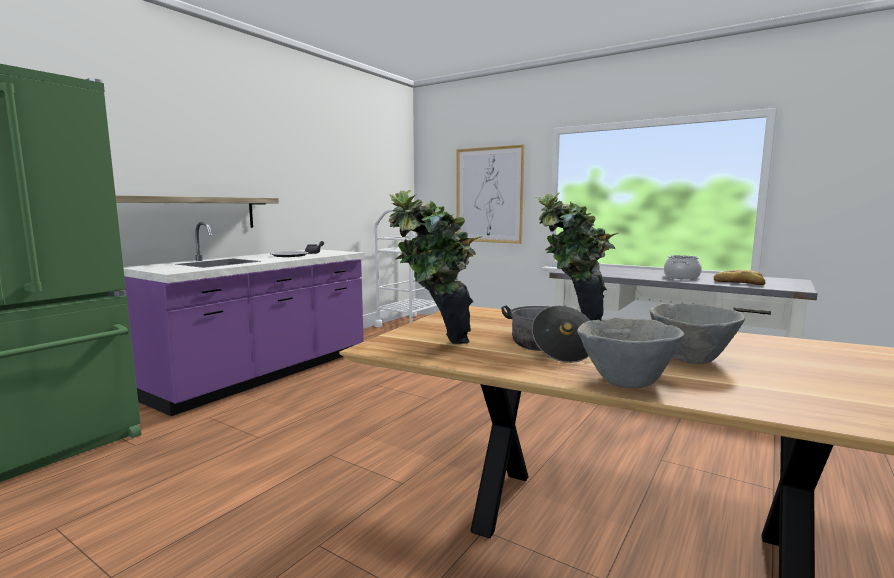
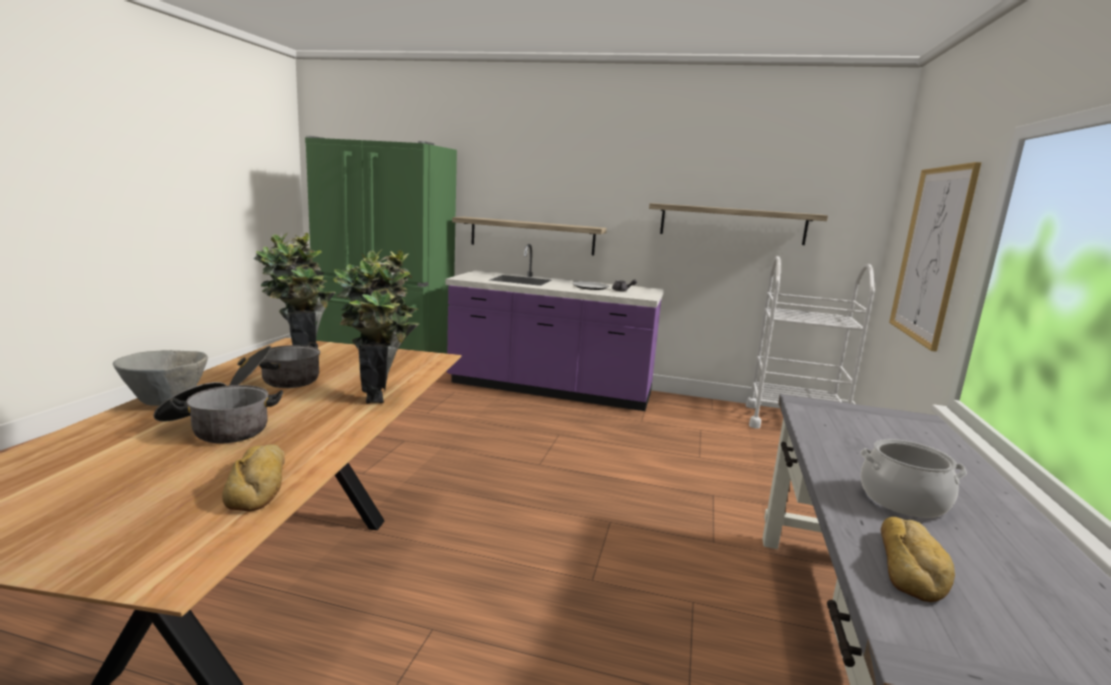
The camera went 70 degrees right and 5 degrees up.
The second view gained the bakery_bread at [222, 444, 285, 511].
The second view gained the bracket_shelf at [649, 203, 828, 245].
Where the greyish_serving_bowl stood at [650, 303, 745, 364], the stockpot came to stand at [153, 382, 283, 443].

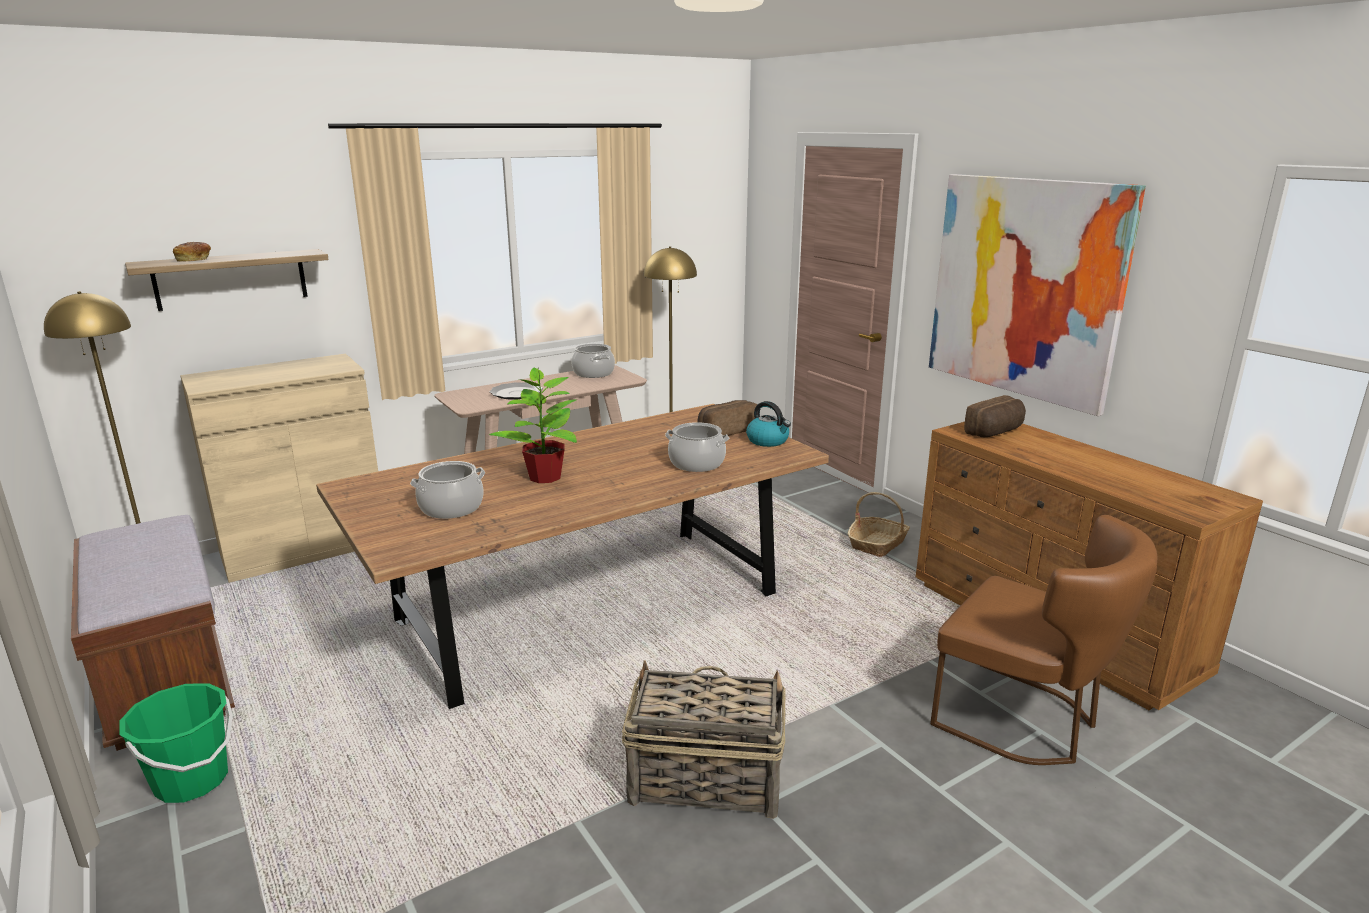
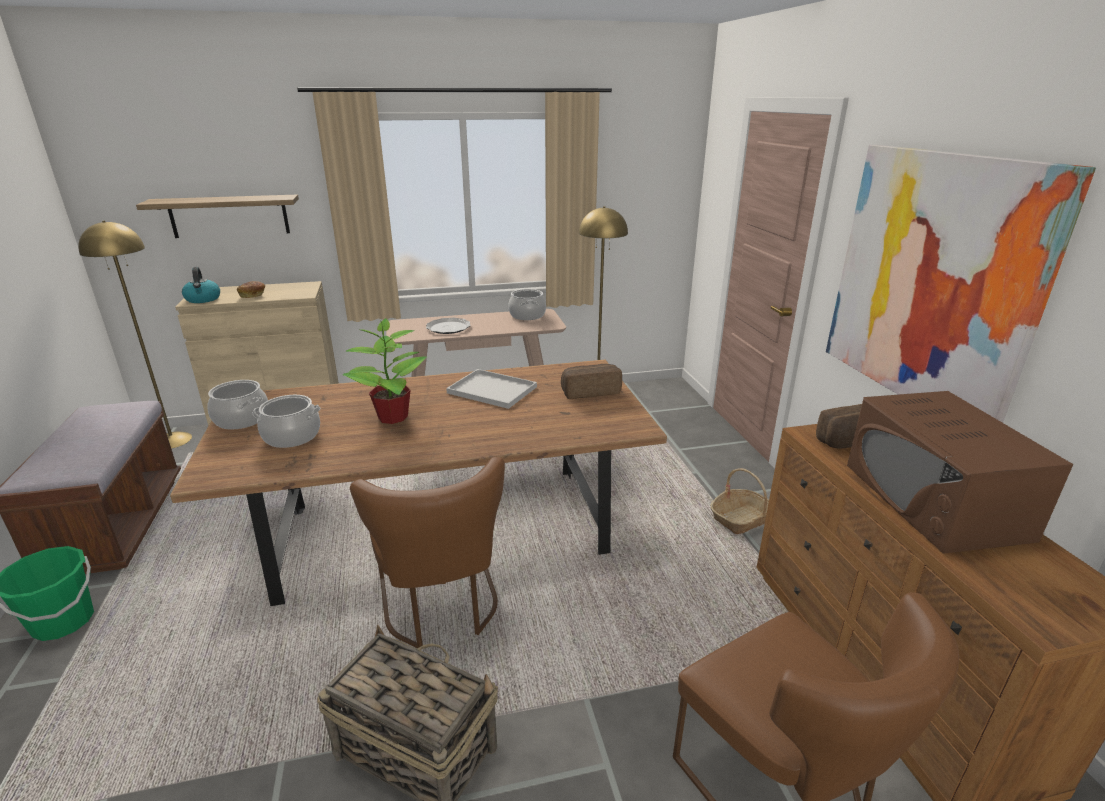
The camera went 20 degrees right and 5 degrees up.
The second view gained the brownish_chair at [350, 457, 505, 648].
The second view gained the white_tray at [446, 369, 537, 409].
The second view gained the brownish_microwave_oven at [847, 391, 1073, 554].
The bakery_bread ended up elsewhere, having gone from [173, 242, 211, 262] to [237, 281, 265, 298].
The stockpot ended up elsewhere, having gone from [665, 422, 729, 472] to [207, 380, 268, 430].
The kettle ended up elsewhere, having gone from [746, 401, 791, 447] to [182, 267, 220, 303].

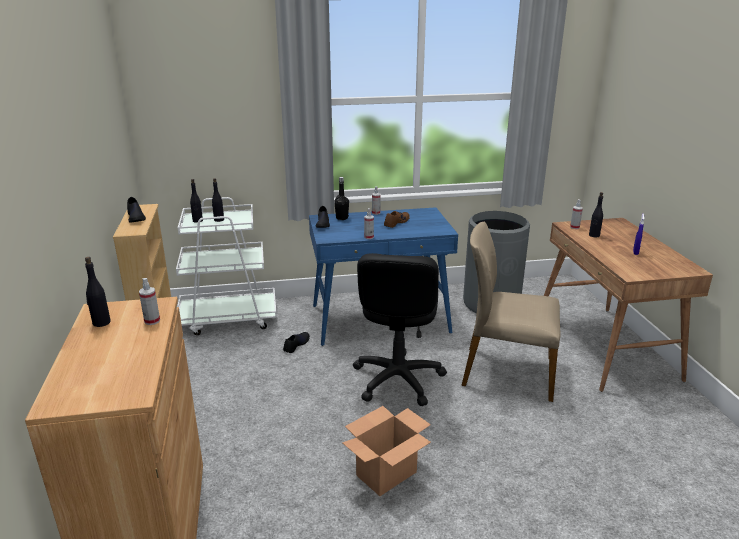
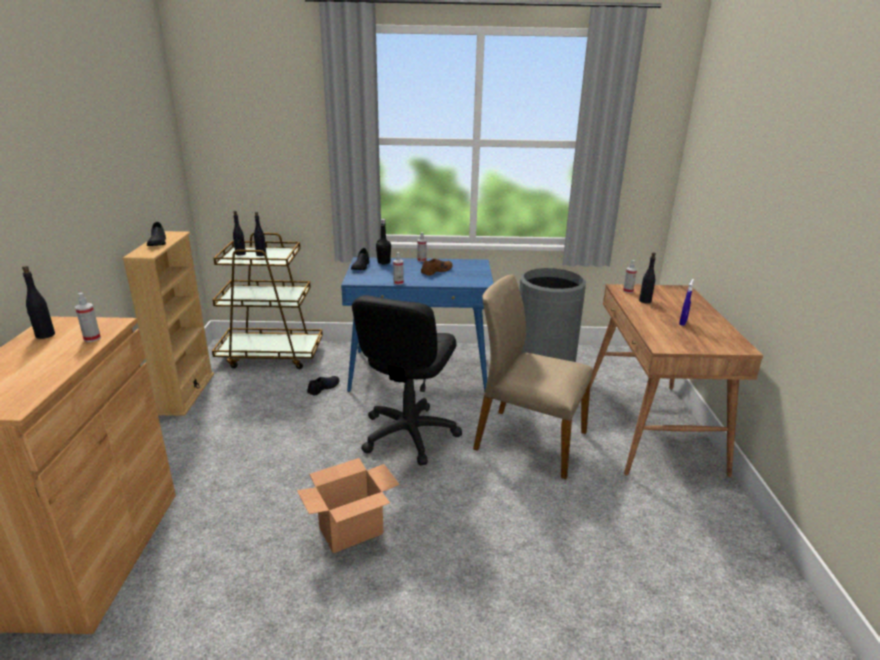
The camera went 10 degrees right and 0 degrees up.
What was the white_cart at [176, 197, 277, 335] turned into the brownish_cart at [212, 233, 323, 369].

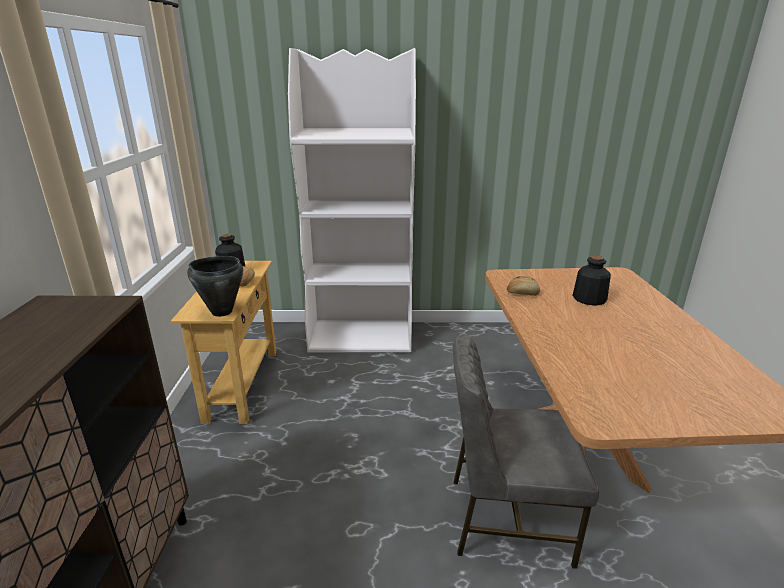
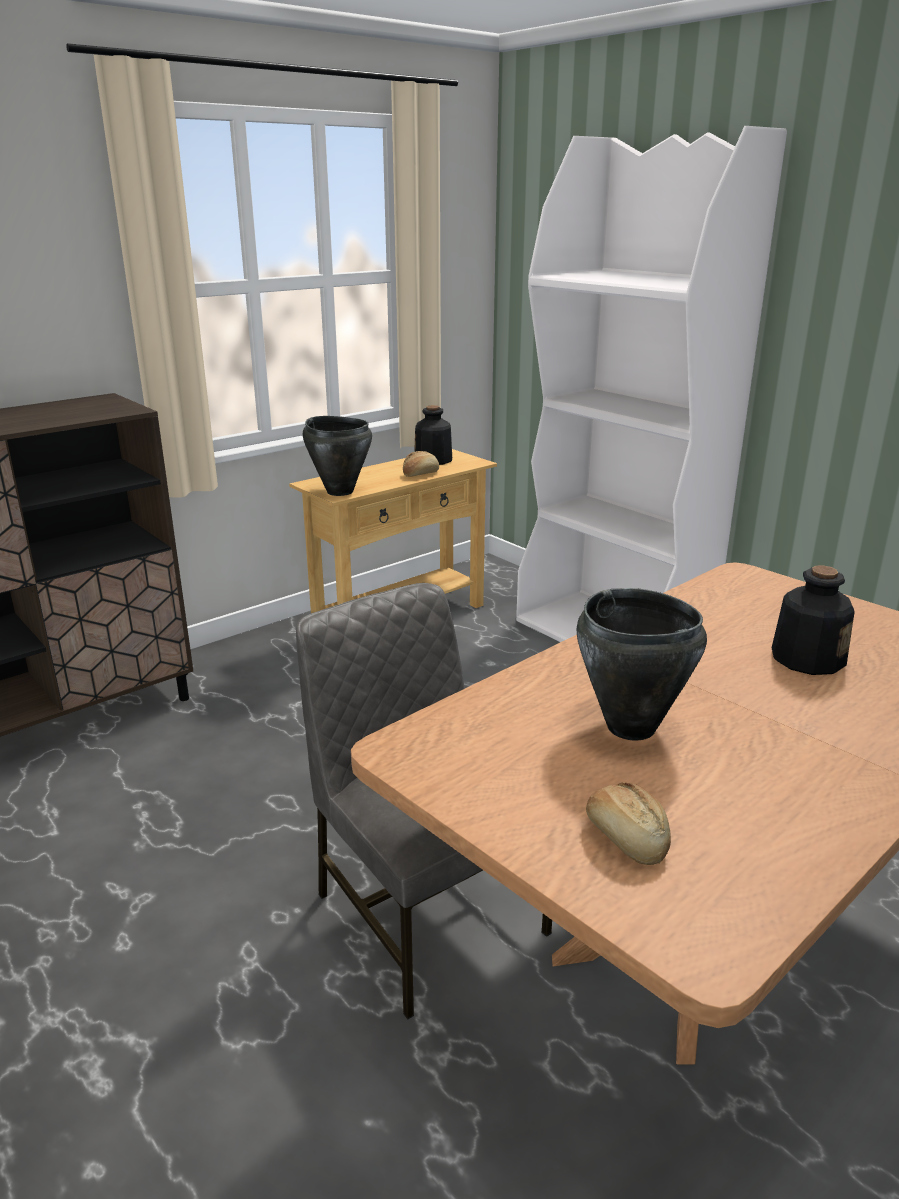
The camera went 50 degrees right and 0 degrees up.
The second view gained the blackish_stockpot at [577, 588, 707, 740].
The bakery_bread ended up elsewhere, having gone from [507, 276, 540, 296] to [586, 782, 671, 865].

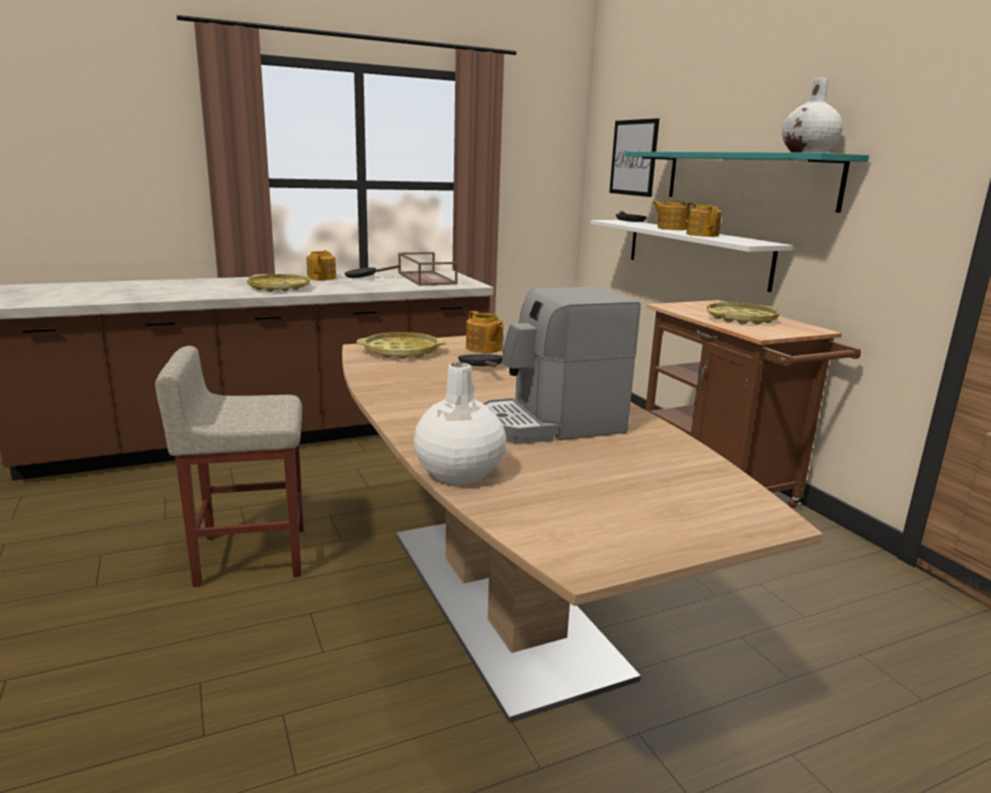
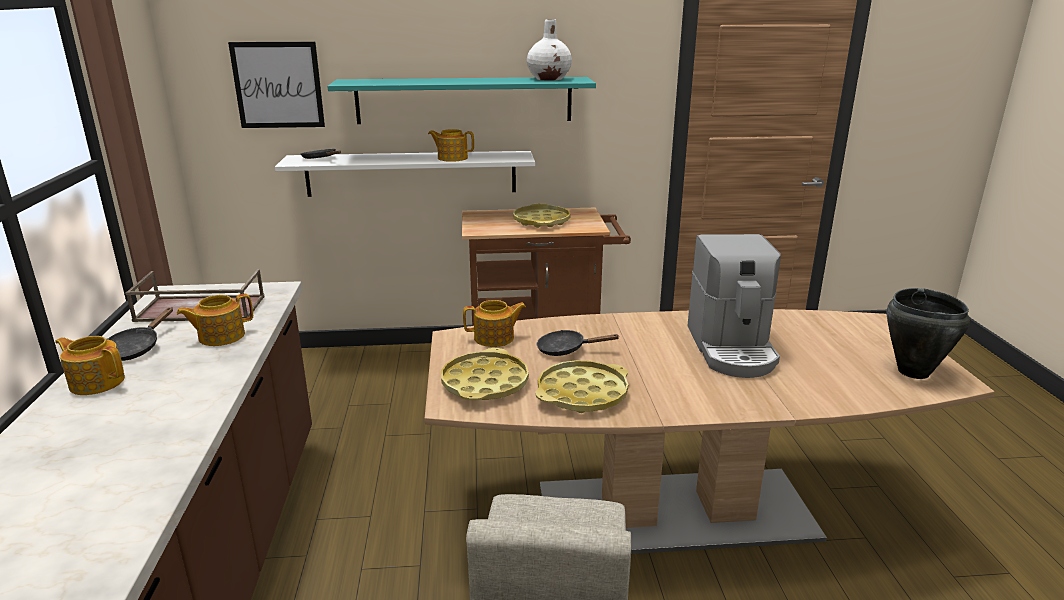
The camera went 70 degrees left and 5 degrees up.
The second view lost the white_decorative_vase at [414, 362, 506, 484].
The second view gained the blackish_stockpot at [887, 288, 970, 379].
The yellowish_tray ended up elsewhere, having gone from [247, 274, 310, 292] to [535, 360, 628, 413].
The pot_for_tea ended up elsewhere, having gone from [652, 201, 696, 230] to [176, 294, 253, 346].

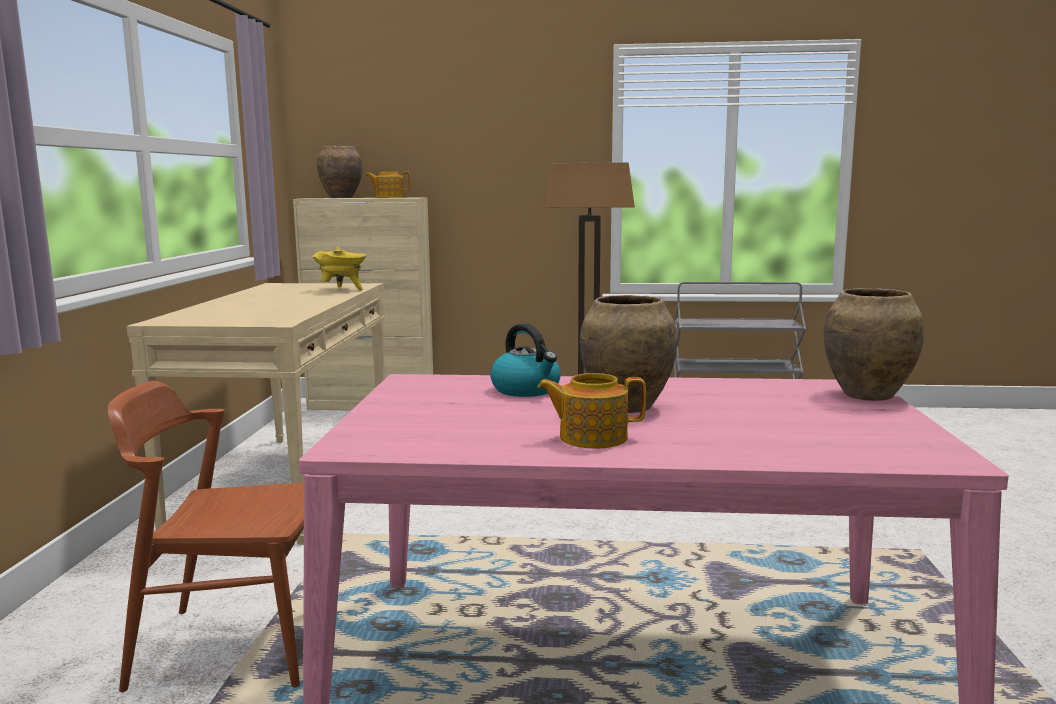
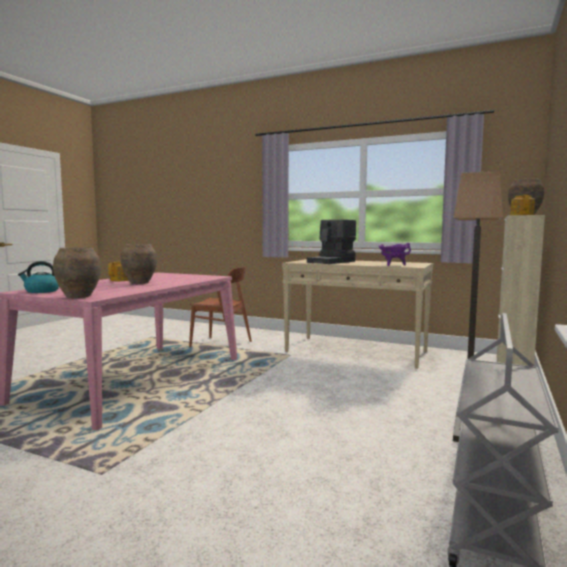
The camera went 110 degrees right and 5 degrees down.
The second view gained the coffee_brewer at [307, 219, 356, 264].
The kettle ended up elsewhere, having gone from [490, 323, 561, 397] to [18, 261, 59, 293].
What was the yellowish_stockpot at [312, 247, 367, 290] turned into the purple-coloured_stockpot at [378, 243, 411, 266].
The brownish_chair at [108, 381, 304, 692] ended up facing another way, 90 degrees clockwise from before.

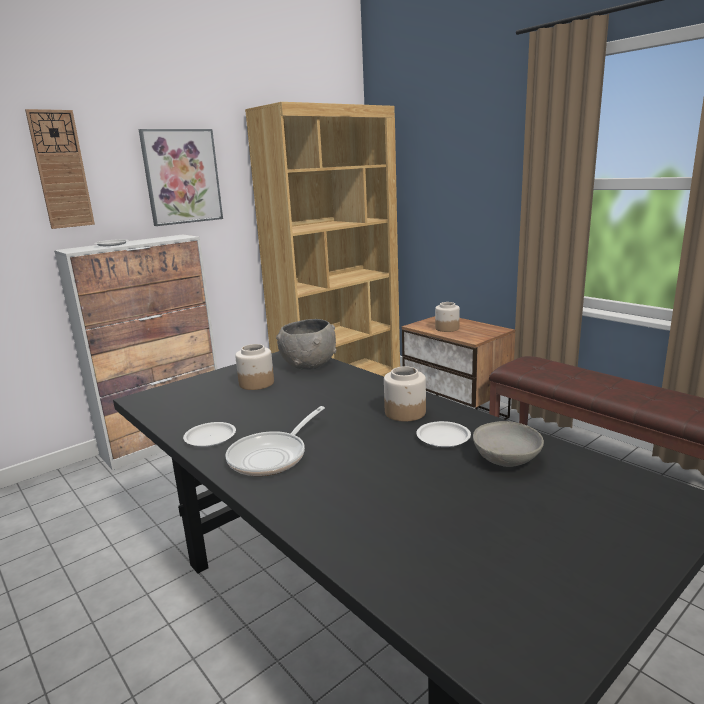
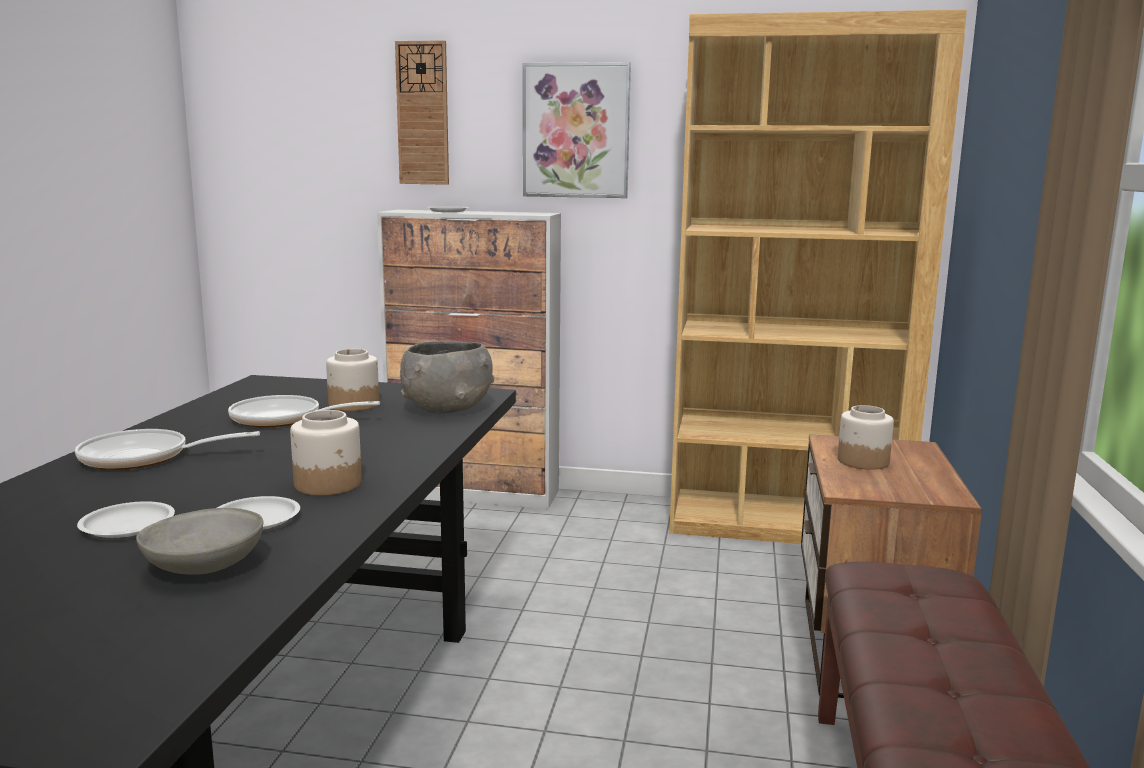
The camera went 50 degrees right and 5 degrees down.
The second view gained the pan at [228, 395, 380, 427].
The white_plate ended up elsewhere, having gone from [183, 422, 236, 447] to [77, 501, 175, 538].

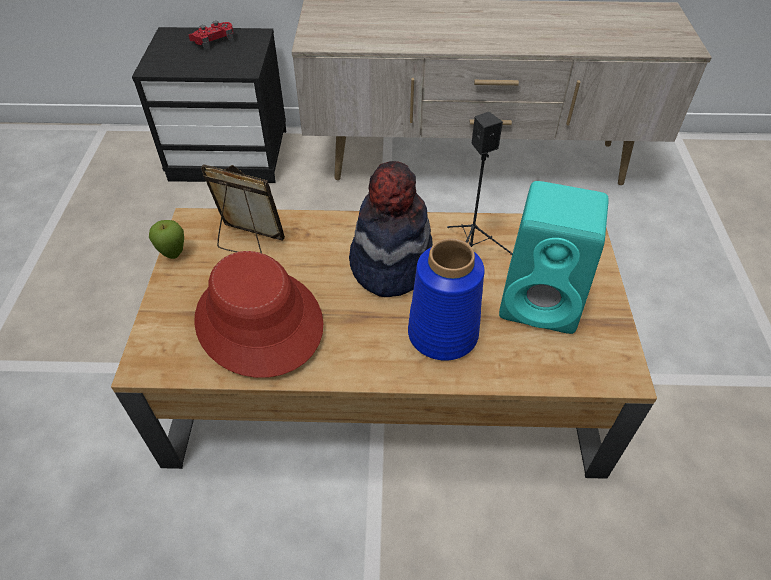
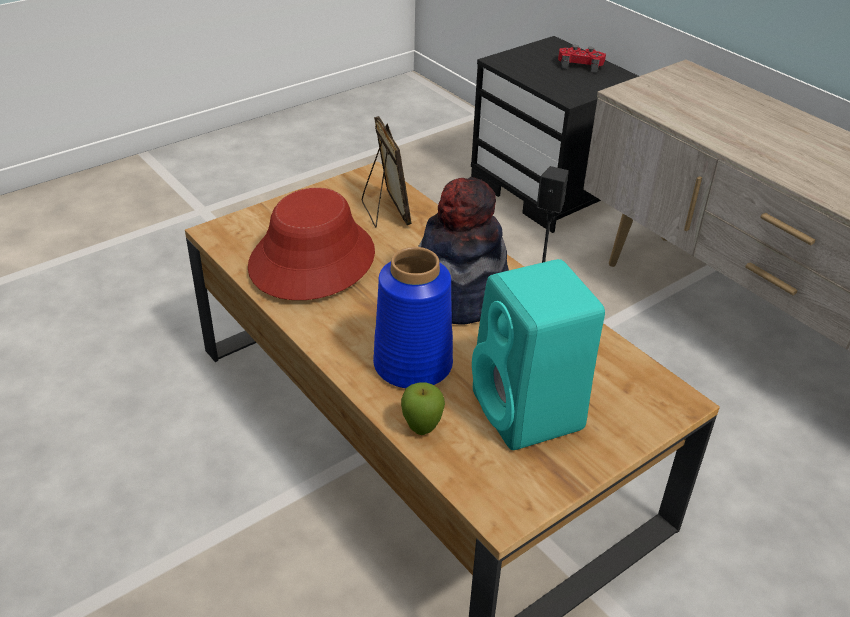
The camera went 50 degrees right and 10 degrees down.
The whole_apple ended up elsewhere, having gone from [149, 220, 184, 259] to [401, 382, 445, 435].

